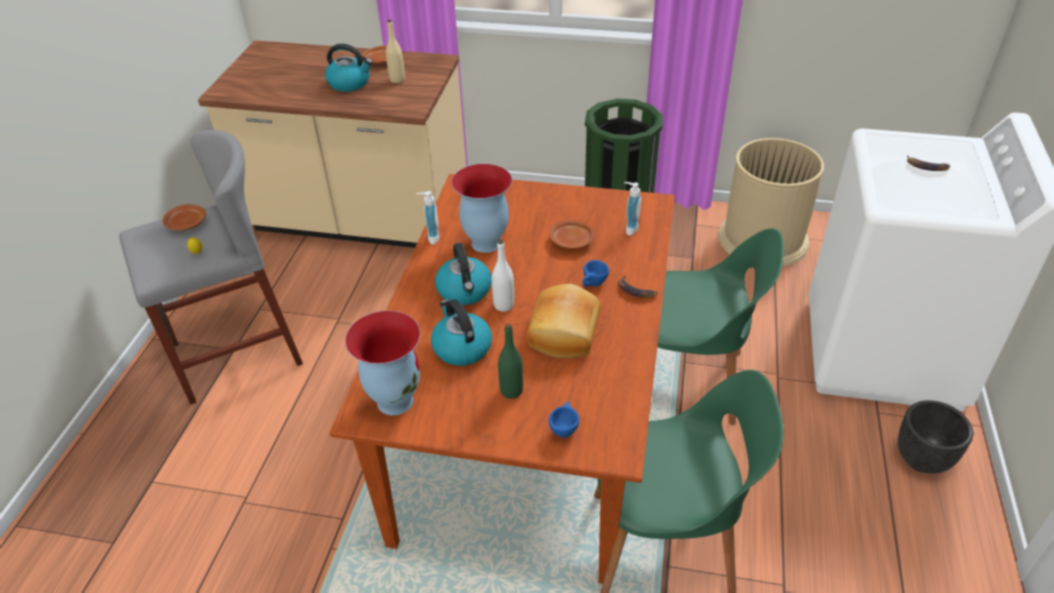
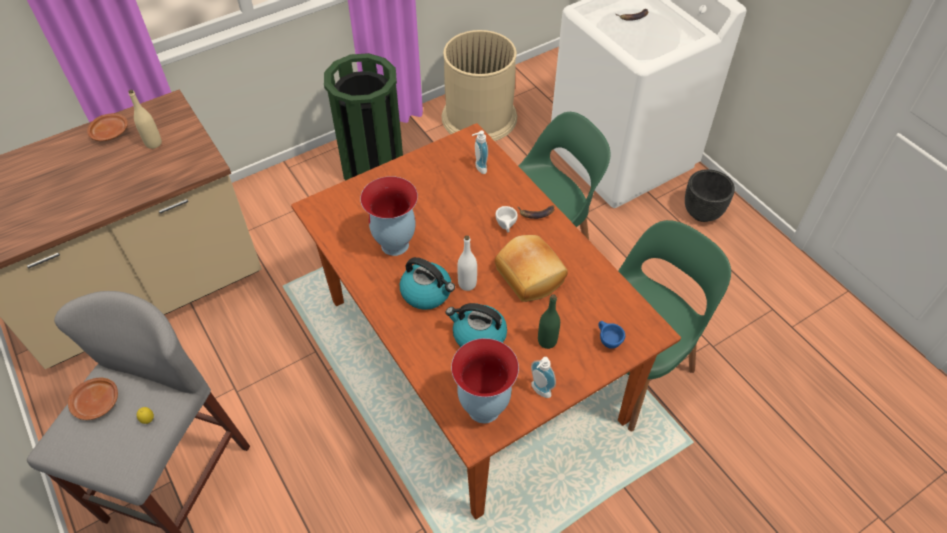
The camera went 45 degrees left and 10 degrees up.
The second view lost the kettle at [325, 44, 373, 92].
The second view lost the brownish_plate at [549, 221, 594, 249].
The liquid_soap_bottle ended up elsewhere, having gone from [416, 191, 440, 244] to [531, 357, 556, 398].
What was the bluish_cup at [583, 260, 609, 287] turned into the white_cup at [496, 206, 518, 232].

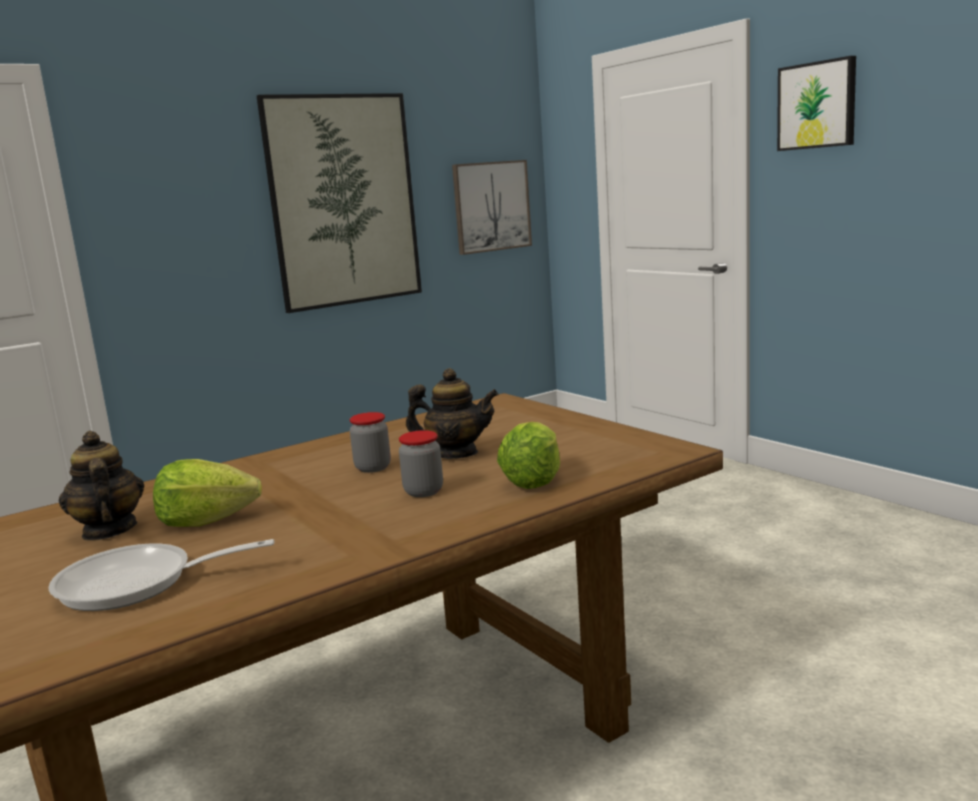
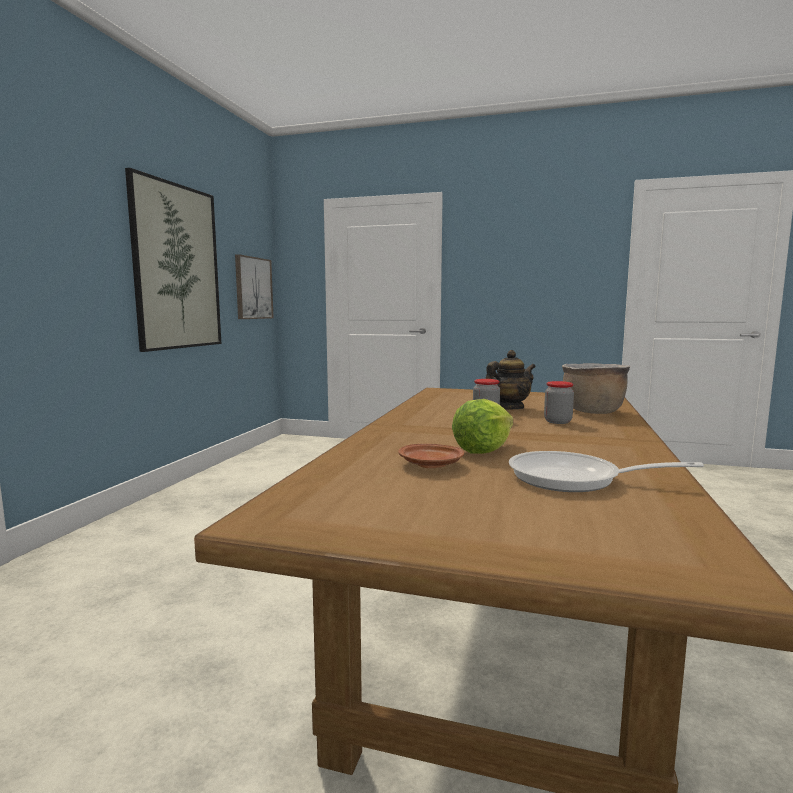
The camera went 40 degrees left and 5 degrees down.
The second view lost the wall_picture at [777, 56, 856, 151].
Where the pot_for_tea stood at [59, 431, 145, 541], the brownish_plate came to stand at [398, 444, 464, 468].
Where the head_of_lettuce stood at [497, 422, 560, 489], the brownish_stockpot came to stand at [562, 363, 630, 414].
The pan at [48, 539, 274, 611] ended up facing another way, 60 degrees clockwise from before.

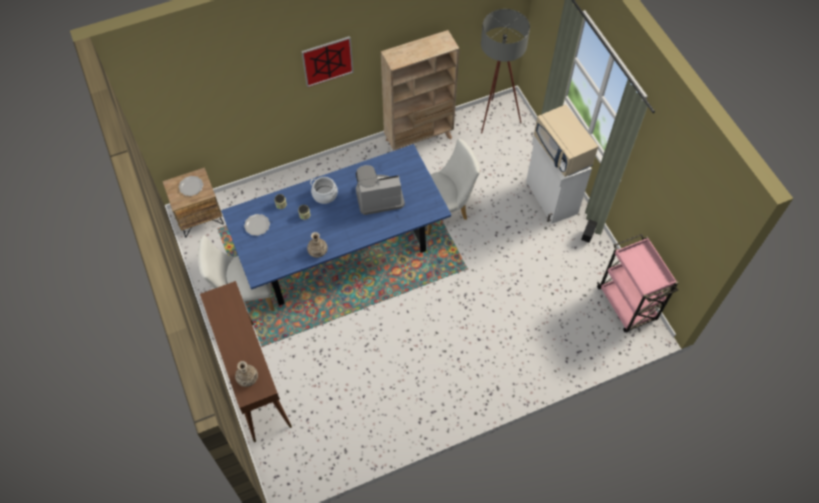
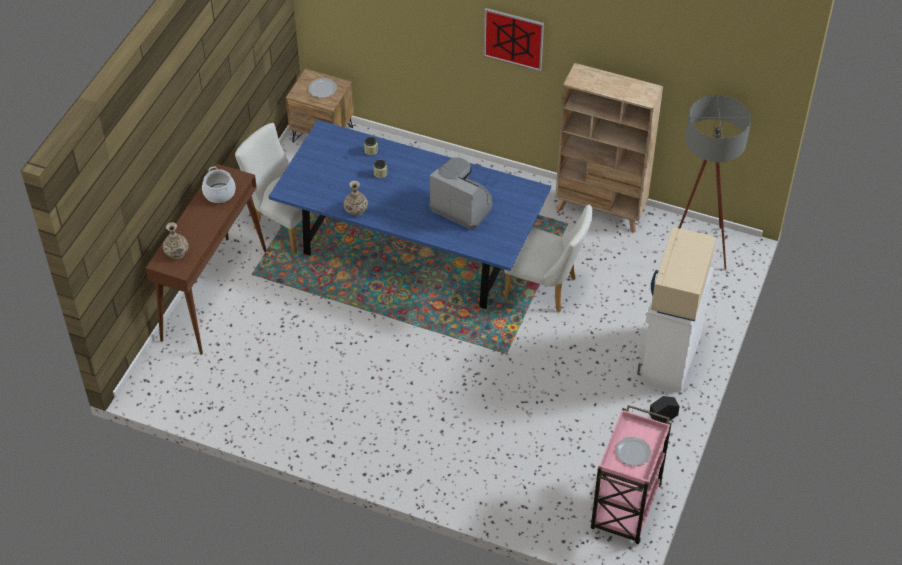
The camera went 45 degrees right and 10 degrees down.
The plate ended up elsewhere, having gone from [244, 214, 270, 236] to [616, 436, 652, 466].
The stockpot ended up elsewhere, having gone from [310, 177, 338, 204] to [202, 166, 236, 203].

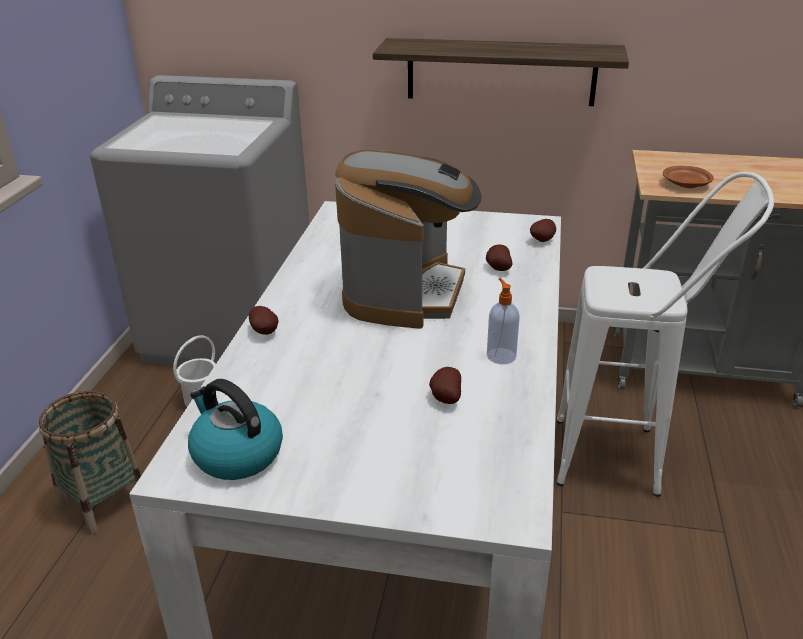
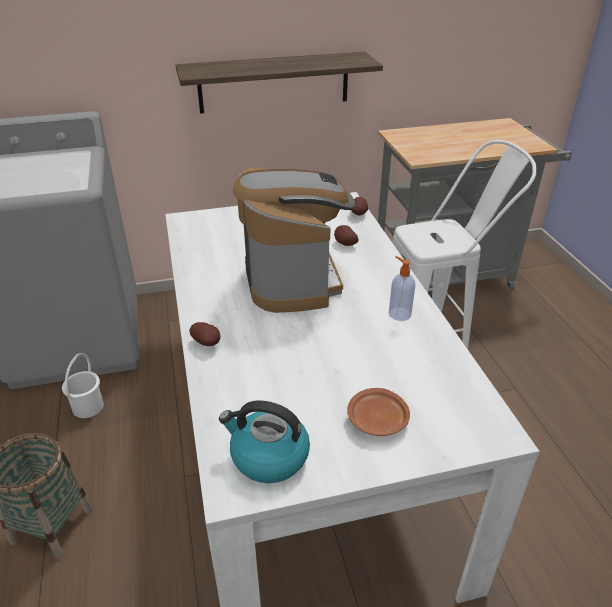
The camera went 25 degrees left and 5 degrees up.
The second view lost the potato at [429, 367, 461, 404].
The brownish_plate ended up elsewhere, having gone from [663, 166, 714, 188] to [347, 388, 410, 436].

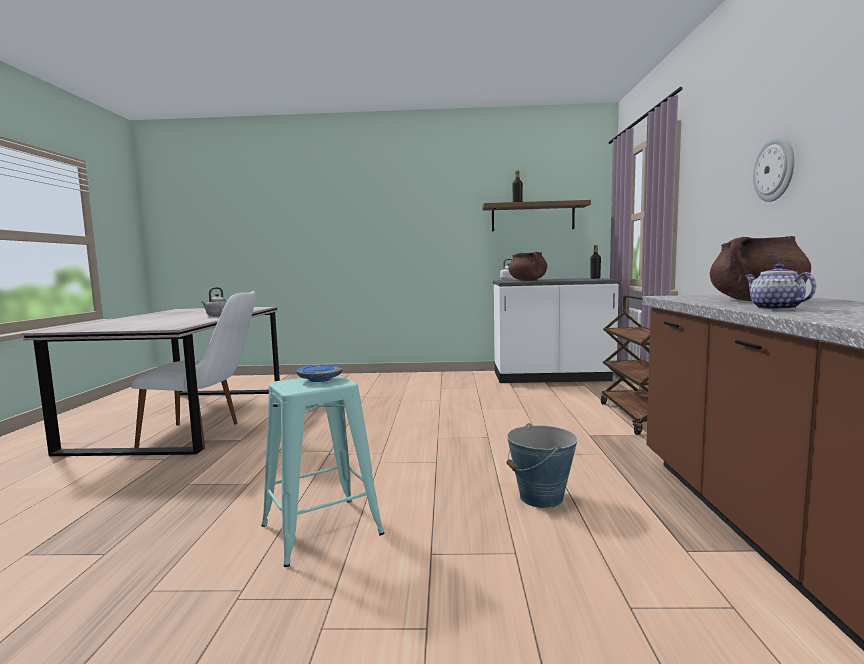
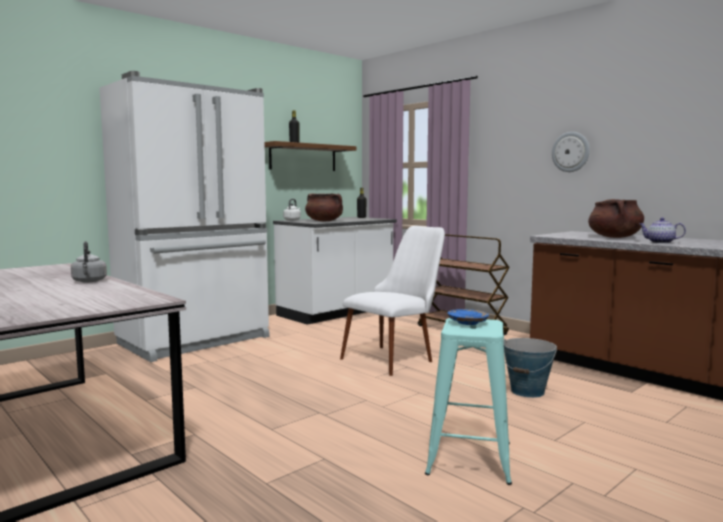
The camera went 45 degrees left and 0 degrees up.
The second view gained the white_refrigerator at [100, 71, 269, 362].
The white_chair ended up elsewhere, having gone from [131, 291, 256, 450] to [340, 226, 445, 376].

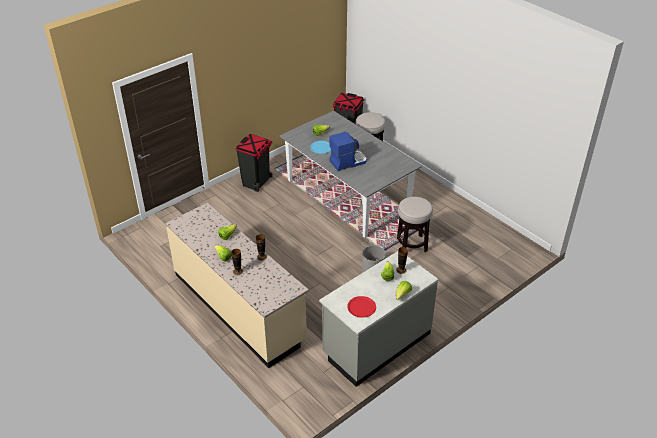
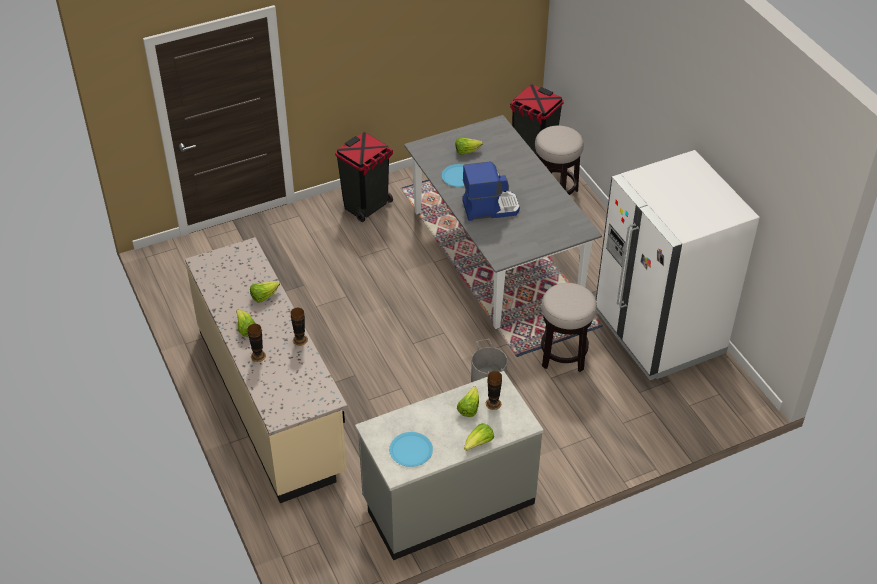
The camera went 15 degrees right and 5 degrees up.
The second view gained the white_refrigerator at [596, 150, 760, 380].
What was the red-coloured_plate at [347, 296, 376, 318] turned into the bluish_plate at [389, 432, 433, 467].

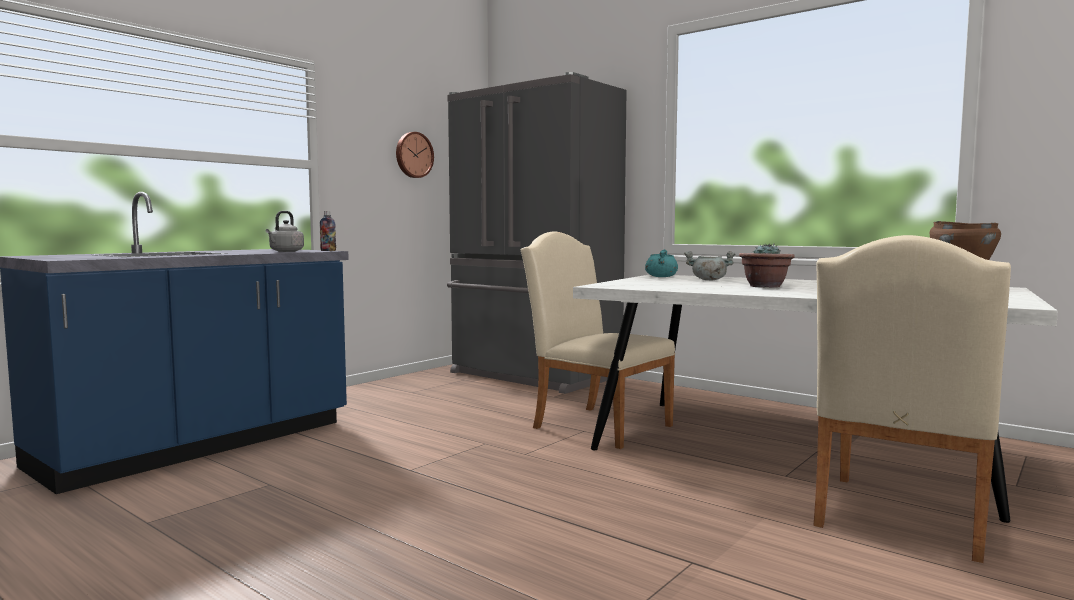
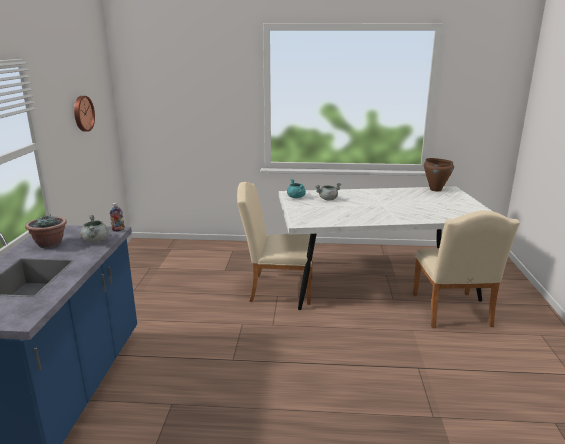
The camera went 35 degrees left and 15 degrees up.
The second view lost the greyish_refrigerator at [447, 72, 627, 394].
The plant_in_a_pot ended up elsewhere, having gone from [739, 243, 795, 288] to [25, 214, 67, 248].
Where the greyish_kettle stood at [266, 211, 304, 252], the greyish_stockpot came to stand at [80, 215, 109, 242].

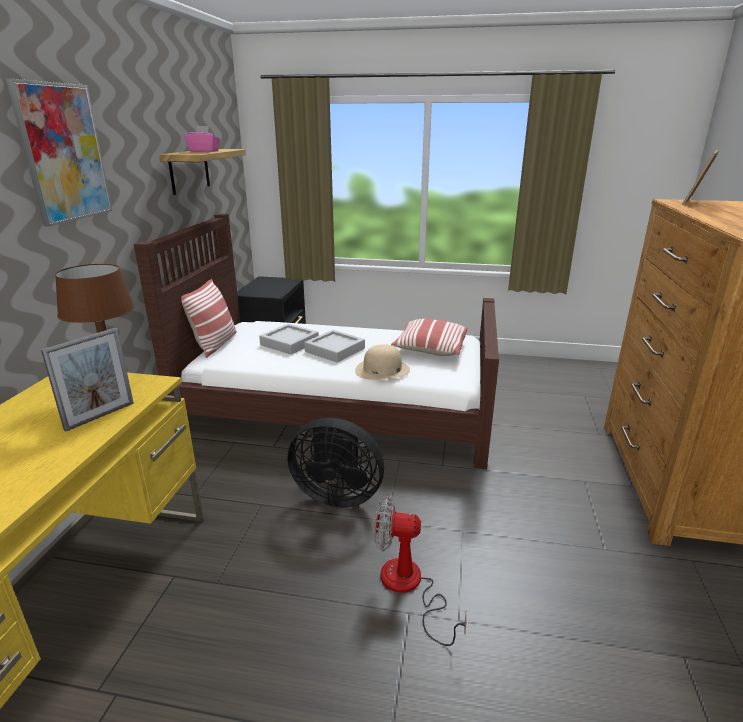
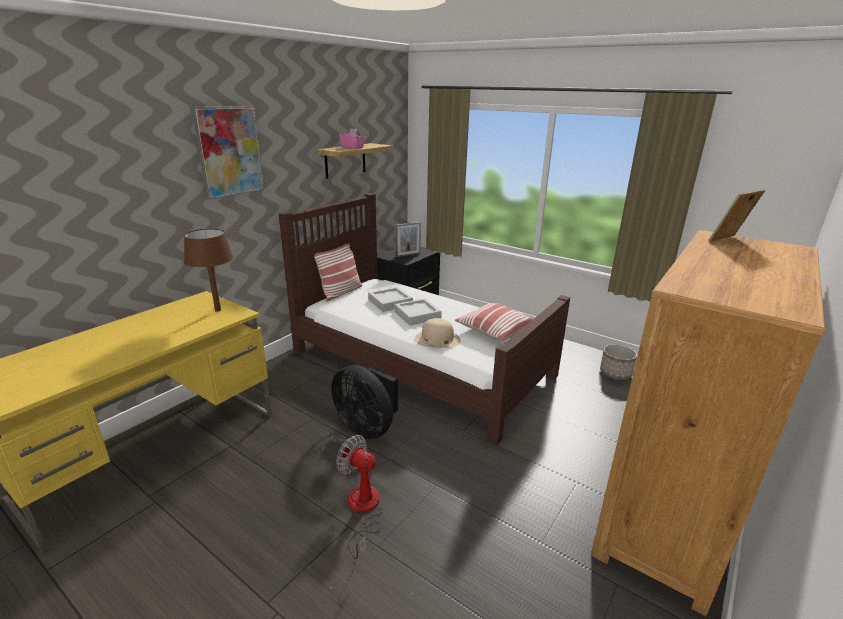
The camera went 25 degrees right and 0 degrees up.
The second view gained the flower_pot at [600, 344, 637, 380].
The picture_frame ended up elsewhere, having gone from [41, 328, 134, 432] to [396, 222, 421, 257].

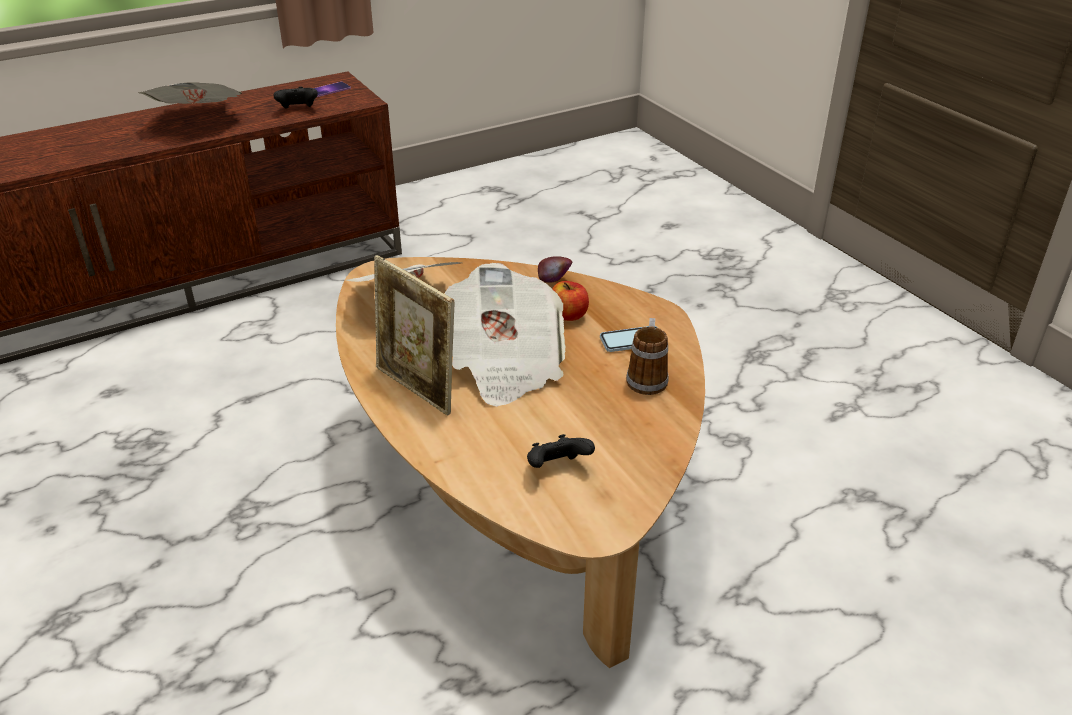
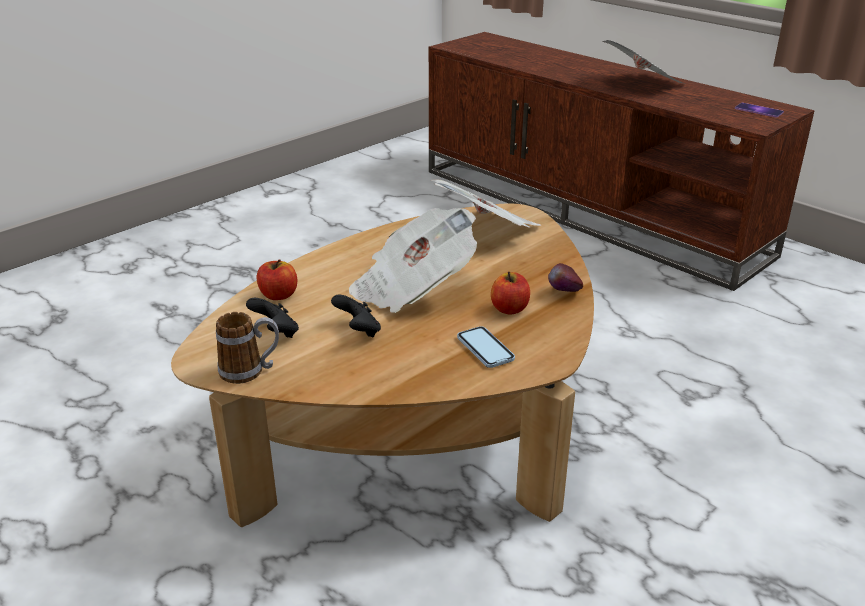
The camera went 75 degrees right and 5 degrees down.
The second view lost the picture_frame at [374, 255, 454, 416].
The second view gained the whole_apple at [257, 259, 297, 300].
The blackish_game_controller ended up elsewhere, having gone from [273, 87, 318, 109] to [331, 295, 381, 338].
The mug ended up elsewhere, having gone from [626, 318, 668, 395] to [216, 312, 279, 384].

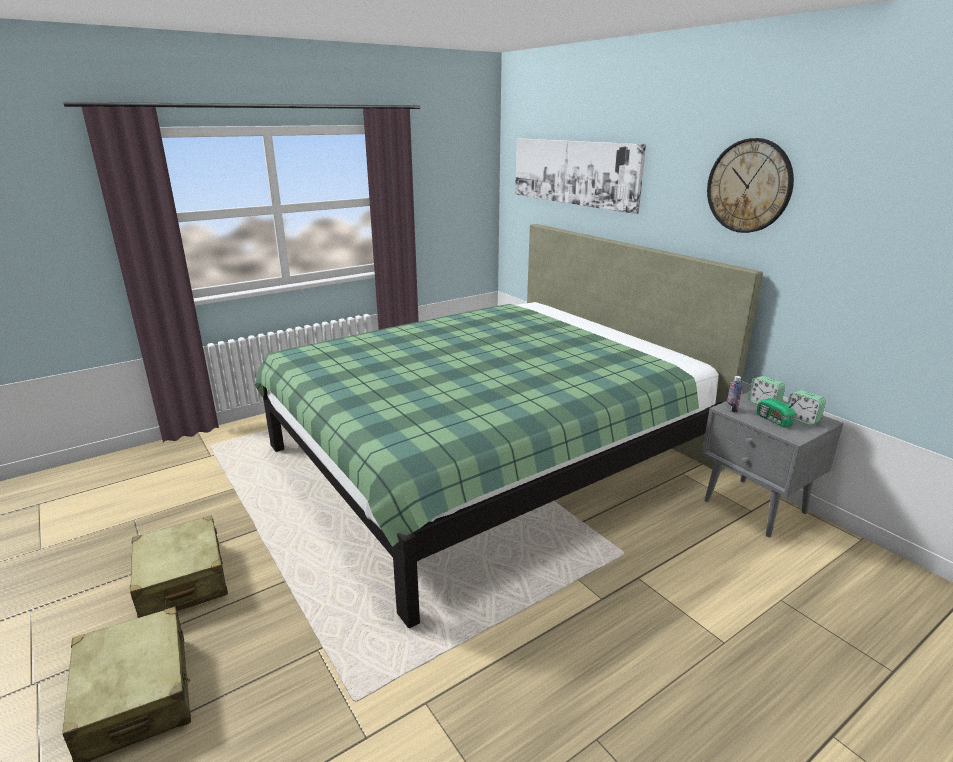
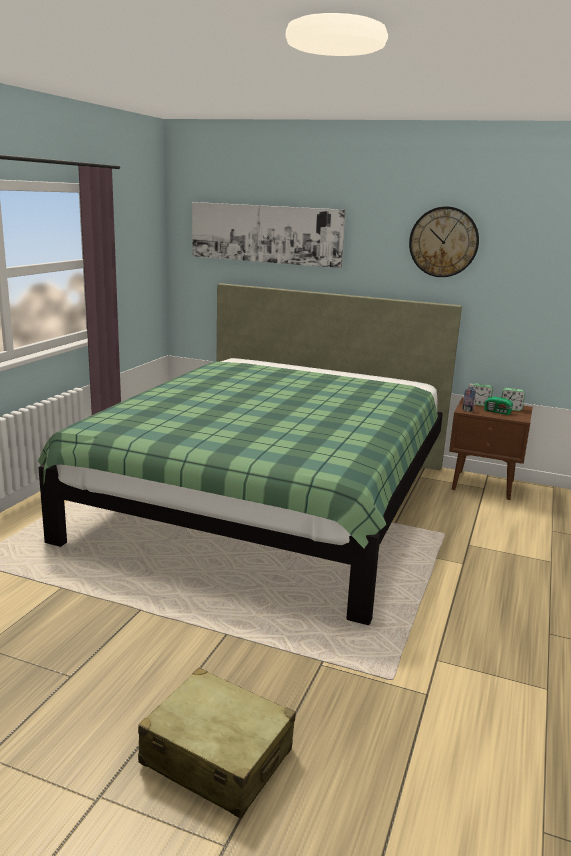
The camera went 35 degrees left and 5 degrees down.
The second view lost the sand-coloured_piece_of_luggage at [130, 515, 228, 618].
What was the greyish_nightstand at [702, 392, 844, 537] turned into the brownish_nightstand at [449, 397, 533, 500].

